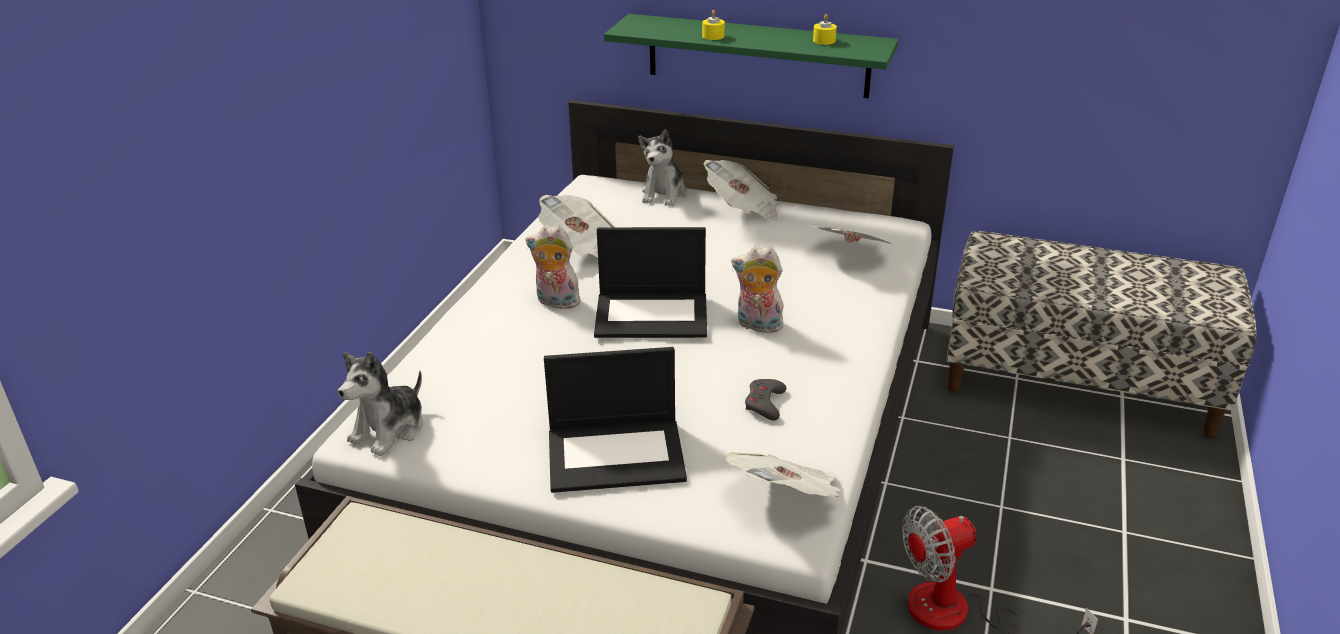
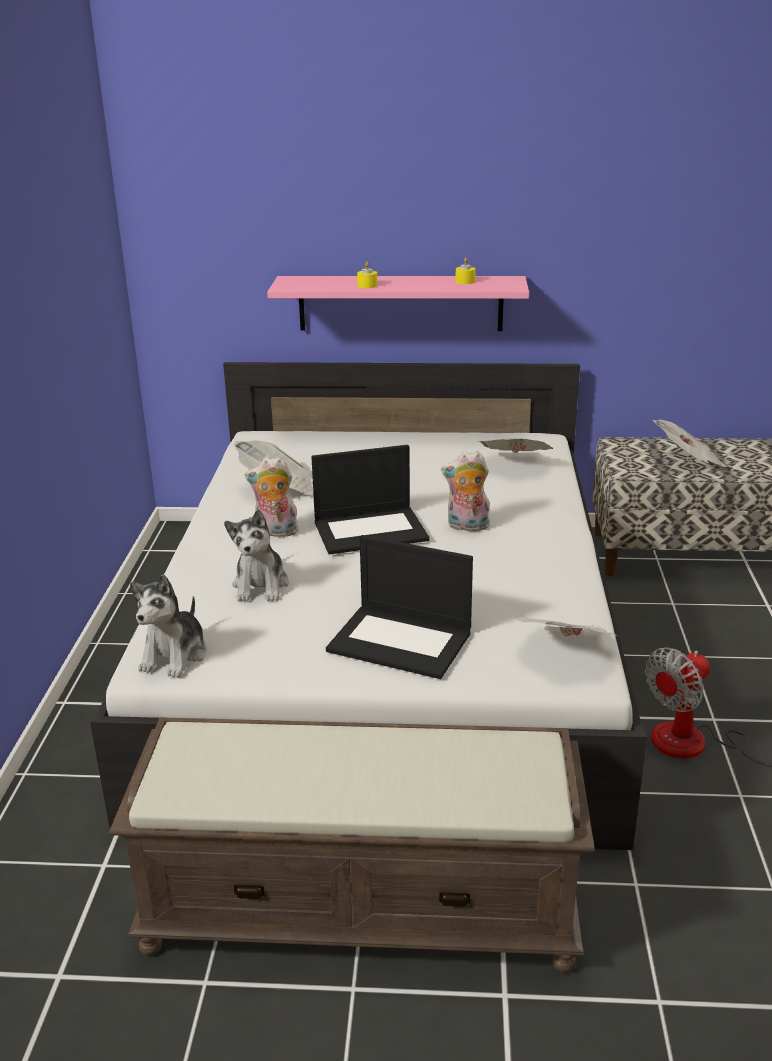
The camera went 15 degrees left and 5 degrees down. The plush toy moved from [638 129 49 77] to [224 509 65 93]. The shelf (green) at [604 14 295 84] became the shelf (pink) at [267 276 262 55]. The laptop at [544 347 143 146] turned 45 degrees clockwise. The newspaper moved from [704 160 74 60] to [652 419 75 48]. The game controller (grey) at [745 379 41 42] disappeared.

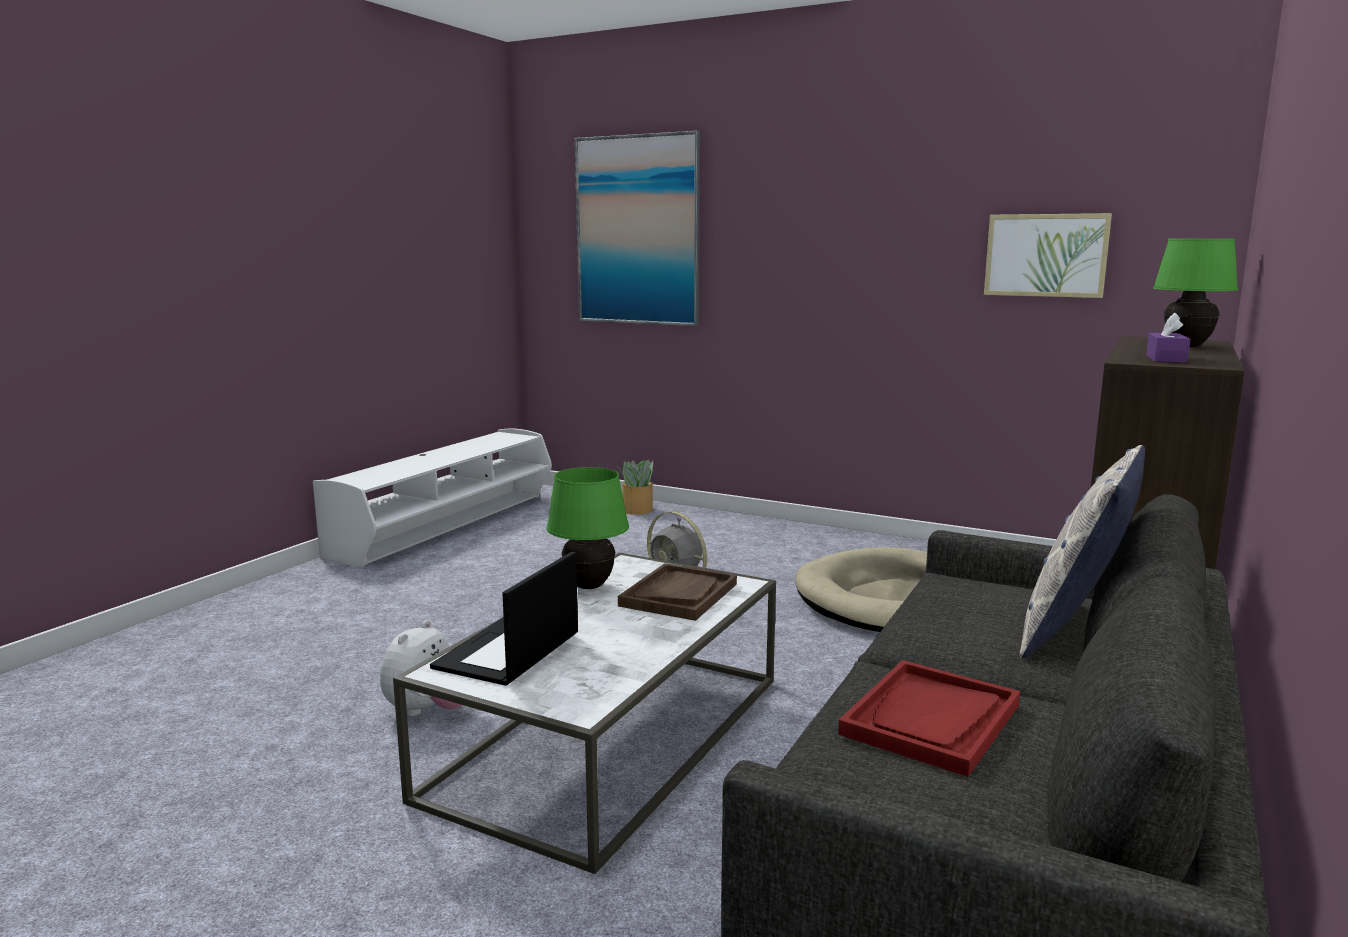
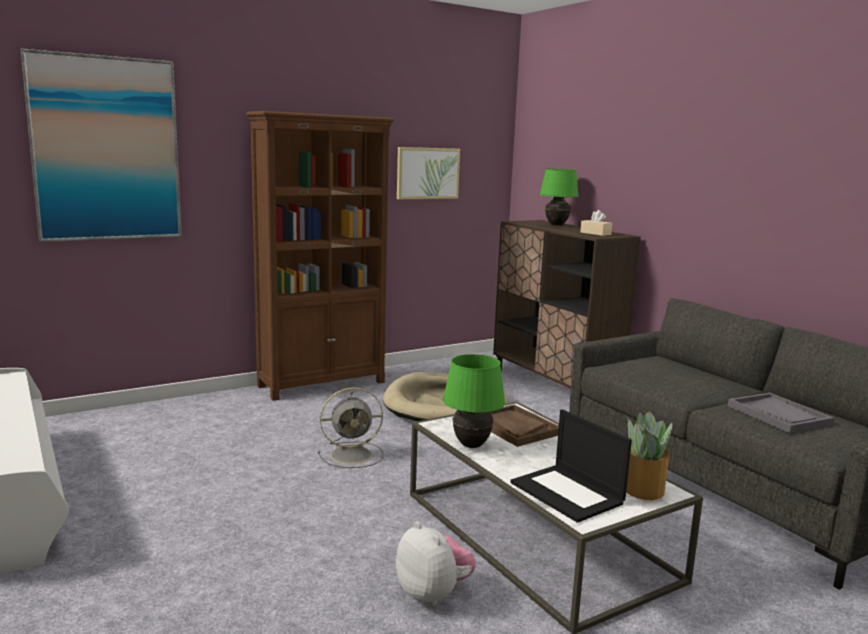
The camera went 60 degrees left and 0 degrees up. The bookcase (brown) at [246 111 148 290] appeared. The tissue box (purple) at [1146 312 45 51] became the tissue box (beige) at [580 210 32 26]. The potted plant moved from [616 460 37 55] to [626 411 46 89]. The tray (red) at [838 660 182 117] became the tray (grey) at [728 393 106 40]. The pillow at [1020 445 125 213] disappeared.

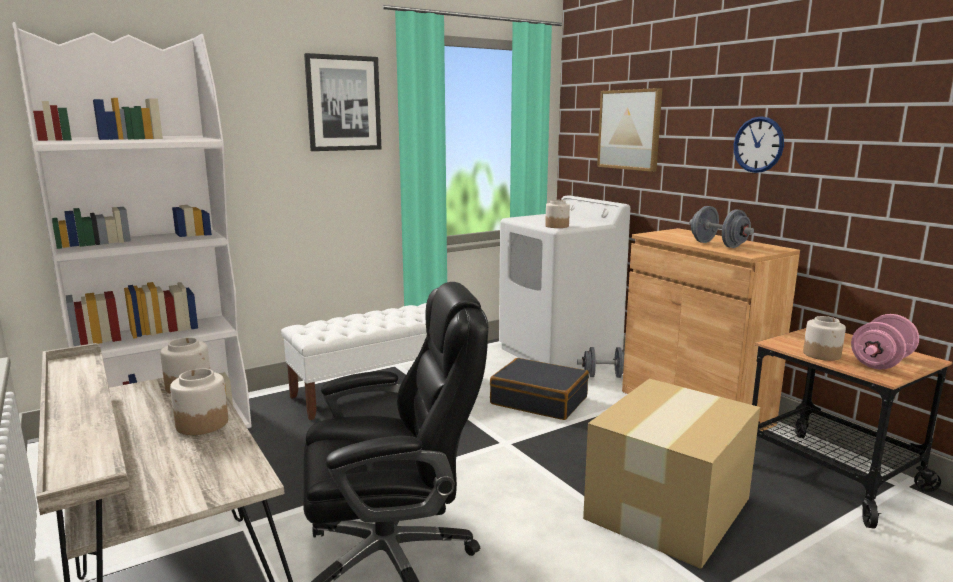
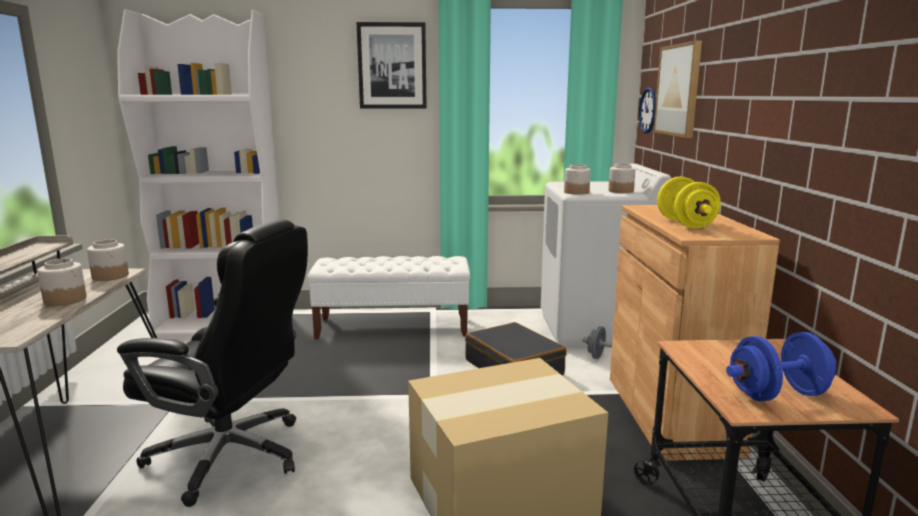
The camera went 30 degrees right and 0 degrees up. The jar moved from [803 316 43 45] to [609 164 26 29]. The wall clock moved from [734 116 50 57] to [639 87 17 47]. The dumbbell (grey) at [689 206 65 42] became the dumbbell (yellow) at [657 176 64 53]. The dumbbell (pink) at [851 314 68 56] became the dumbbell (blue) at [726 332 110 70].

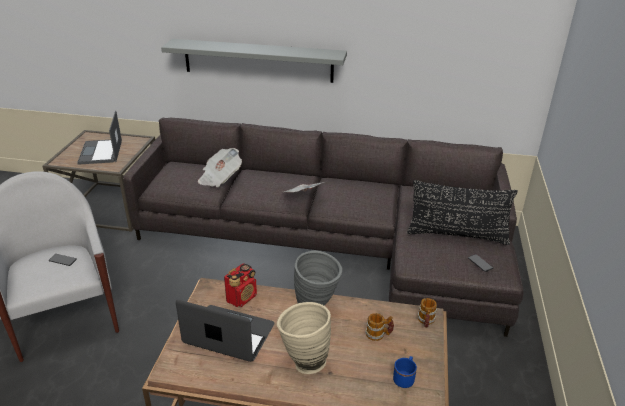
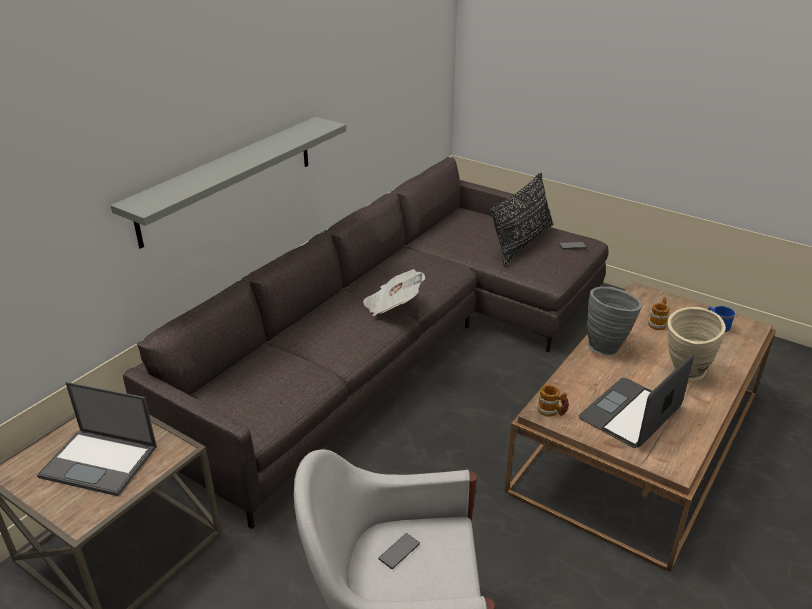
The camera went 65 degrees left and 0 degrees up. The mug moved from [418 298 19 30] to [537 385 32 32]. The newspaper at [198 148 44 39] disappeared. The radio at [224 263 33 44] disappeared.

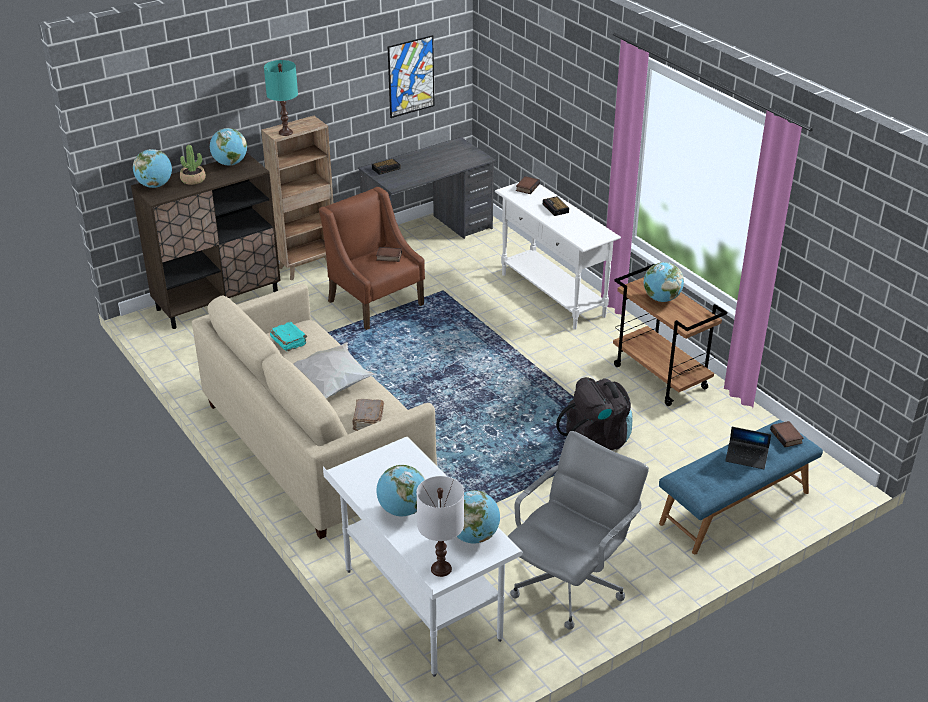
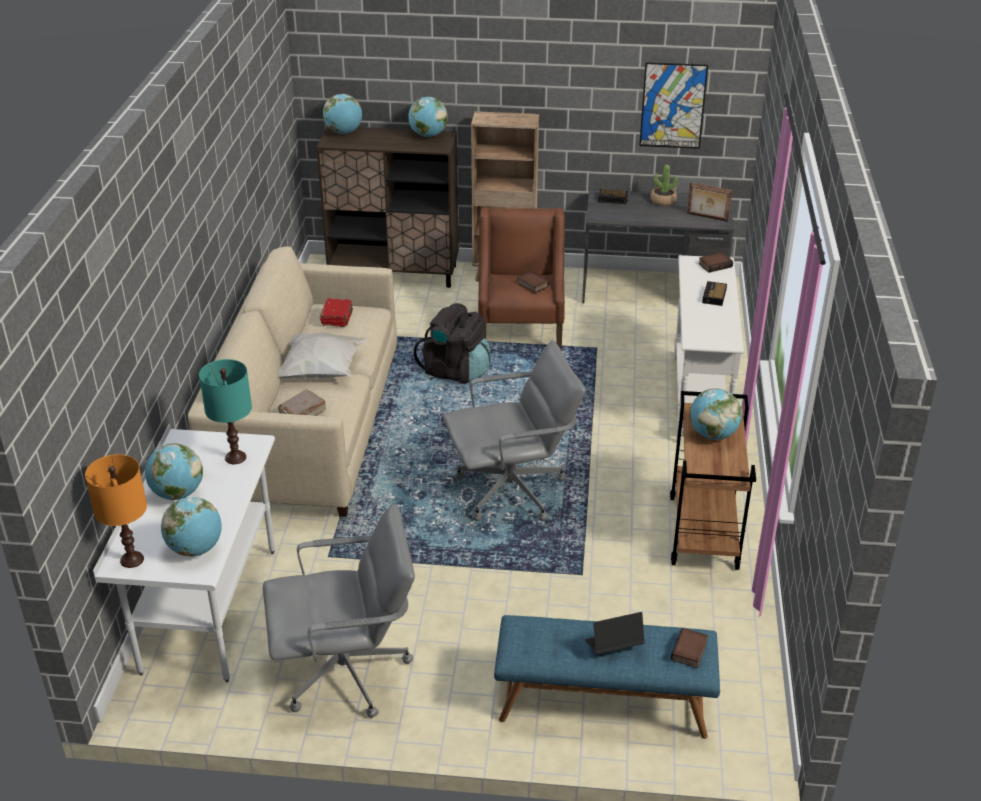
The camera went 40 degrees right and 0 degrees up. The table lamp (white) at [416 476 48 101] became the table lamp (orange) at [85 454 62 114]. The table lamp (turquoise) moved from [264 60 34 76] to [199 359 53 105]. The book (turquoise) at [270 322 37 29] became the book (red) at [320 298 33 29]. The backpack (black) moved from [556 377 77 73] to [414 303 77 81]. The office chair (grey) at [443 340 143 181] appeared. The laptop at [725 427 46 42] turned 105 degrees clockwise. The potted plant moved from [180 145 26 40] to [650 164 28 42]. The picture frame at [687 182 45 40] appeared.

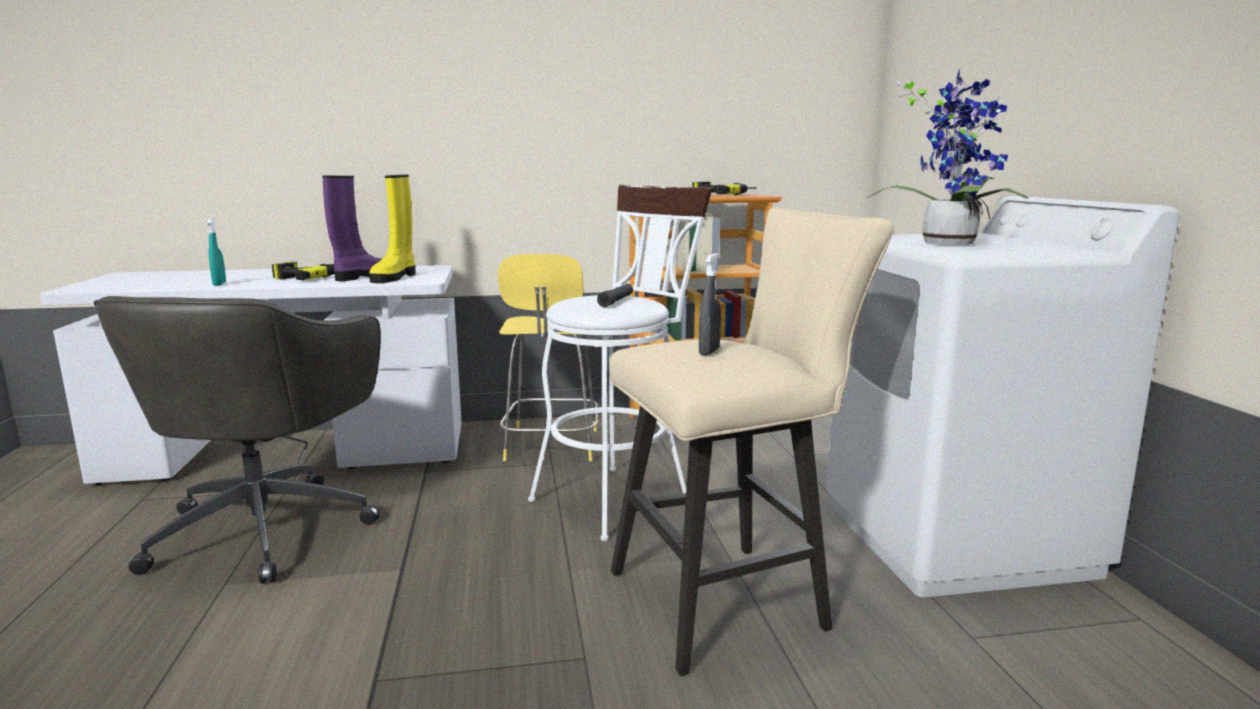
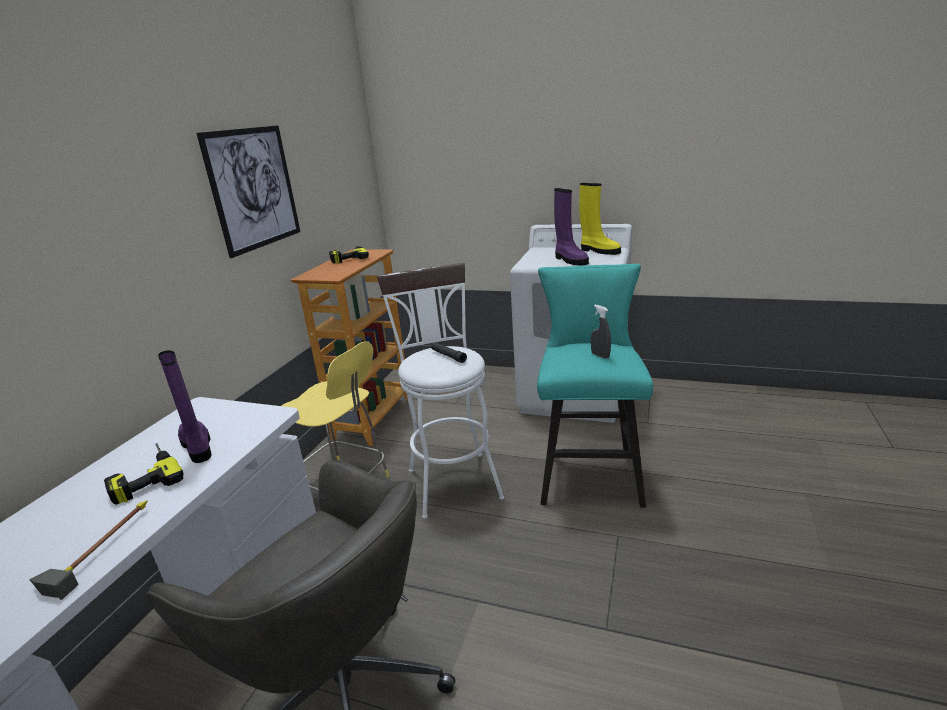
The camera went 60 degrees left and 10 degrees up. The spray bottle (turquoise) at [207 218 19 68] was replaced by the hammer at [29 500 119 100]. The picture at [196 125 104 133] appeared. The stool (beige) at [609 208 285 468] became the stool (turquoise) at [537 264 116 244]. The potted plant at [868 69 161 176] was replaced by the boot (purple) at [554 188 35 78]. The boot (yellow) moved from [369 175 46 108] to [579 183 42 72].

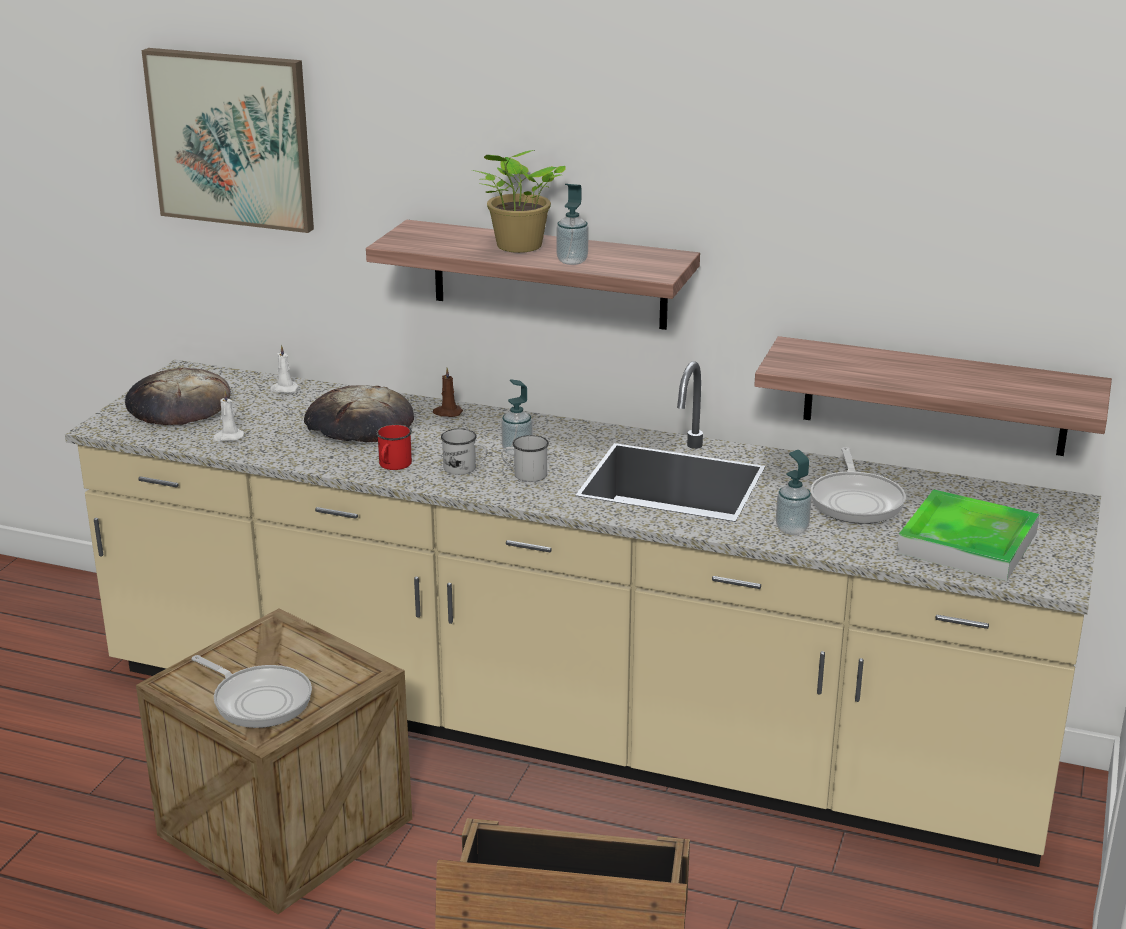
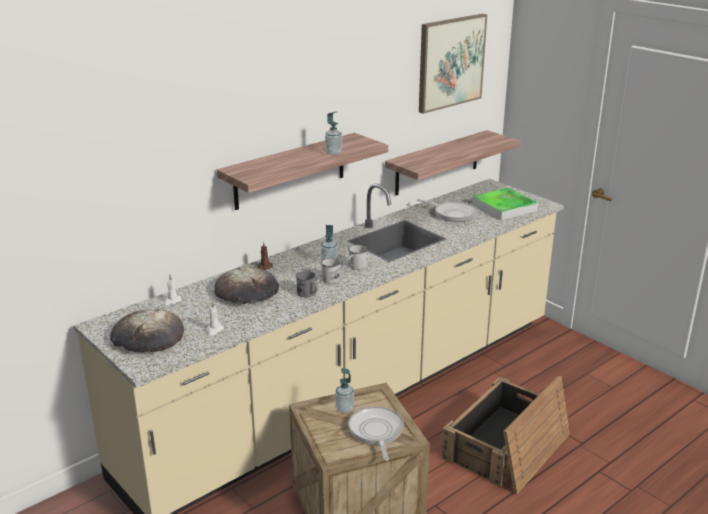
The camera went 60 degrees left and 0 degrees up. The mug (red) at [376 424 36 46] became the mug (grey) at [296 271 21 26]. The soap dispenser moved from [776 450 36 85] to [335 368 19 45]. The frying pan at [192 655 120 73] turned 75 degrees counterclockwise. The picture moved from [142 48 172 185] to [419 14 68 100]. The potted plant at [472 150 94 103] disappeared.

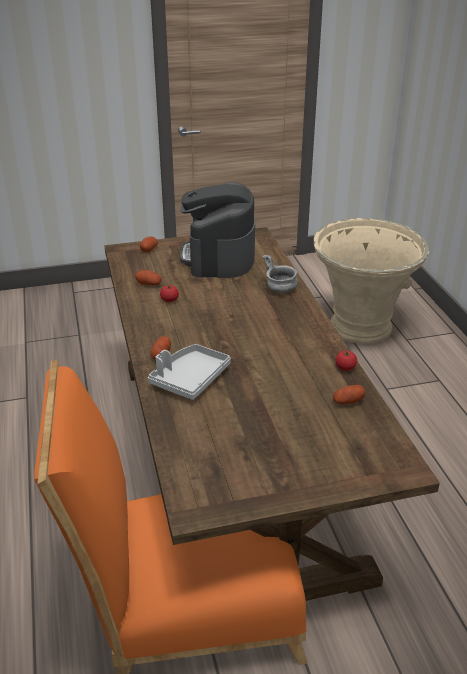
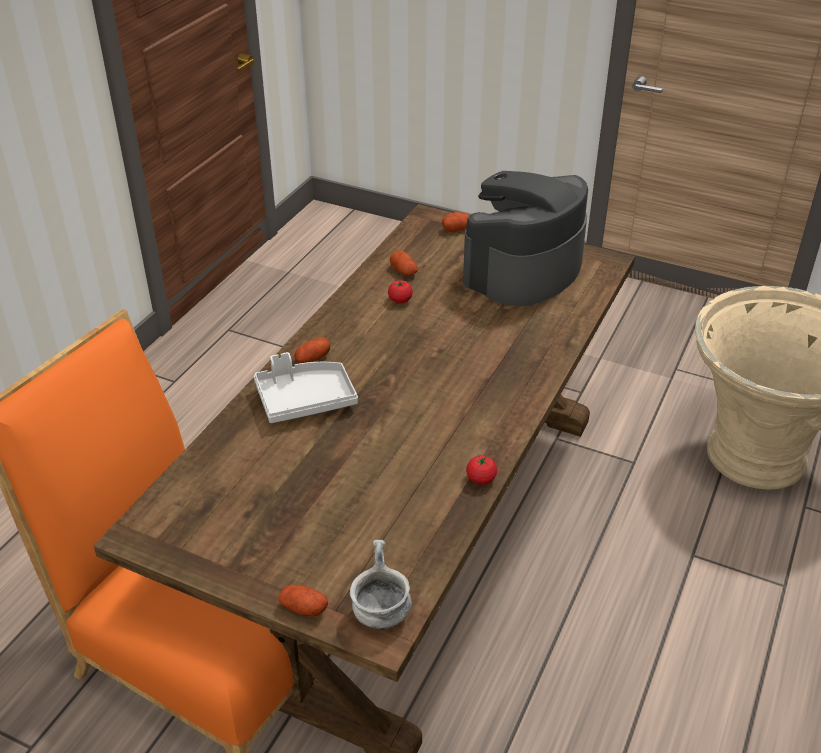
The camera went 40 degrees right and 5 degrees up. The potato moved from [333 385 33 19] to [278 584 50 33]. The bowl (grey) moved from [263 255 35 38] to [350 540 62 89].

